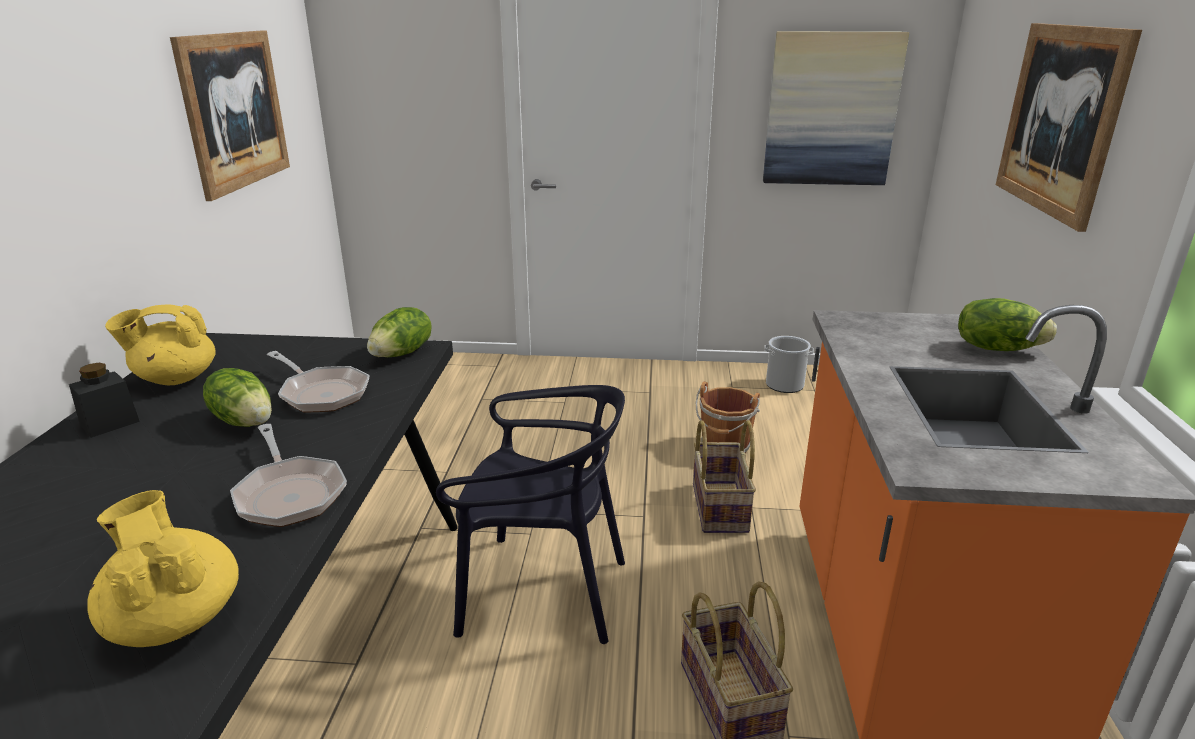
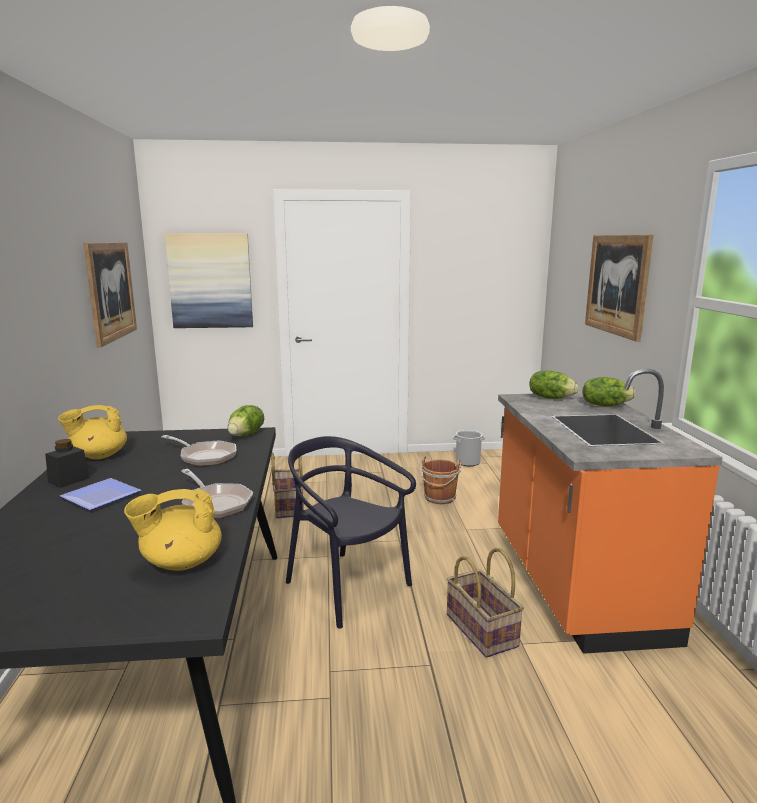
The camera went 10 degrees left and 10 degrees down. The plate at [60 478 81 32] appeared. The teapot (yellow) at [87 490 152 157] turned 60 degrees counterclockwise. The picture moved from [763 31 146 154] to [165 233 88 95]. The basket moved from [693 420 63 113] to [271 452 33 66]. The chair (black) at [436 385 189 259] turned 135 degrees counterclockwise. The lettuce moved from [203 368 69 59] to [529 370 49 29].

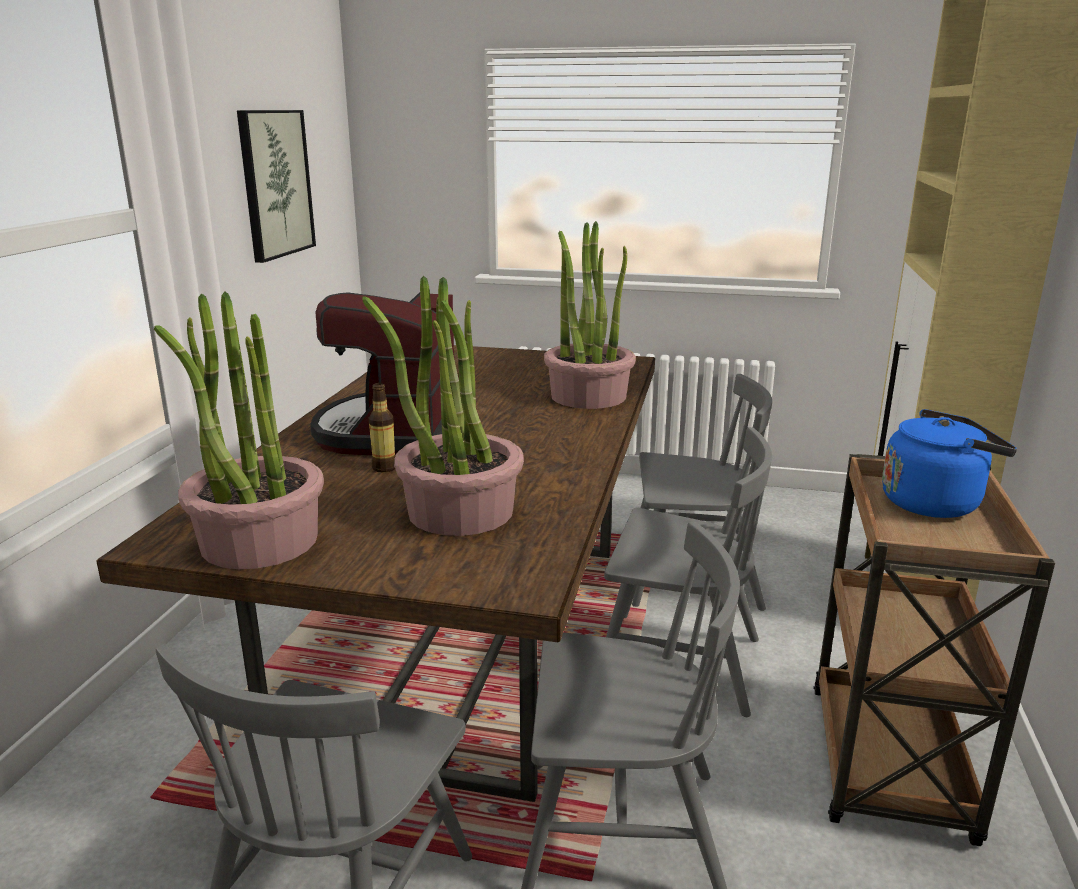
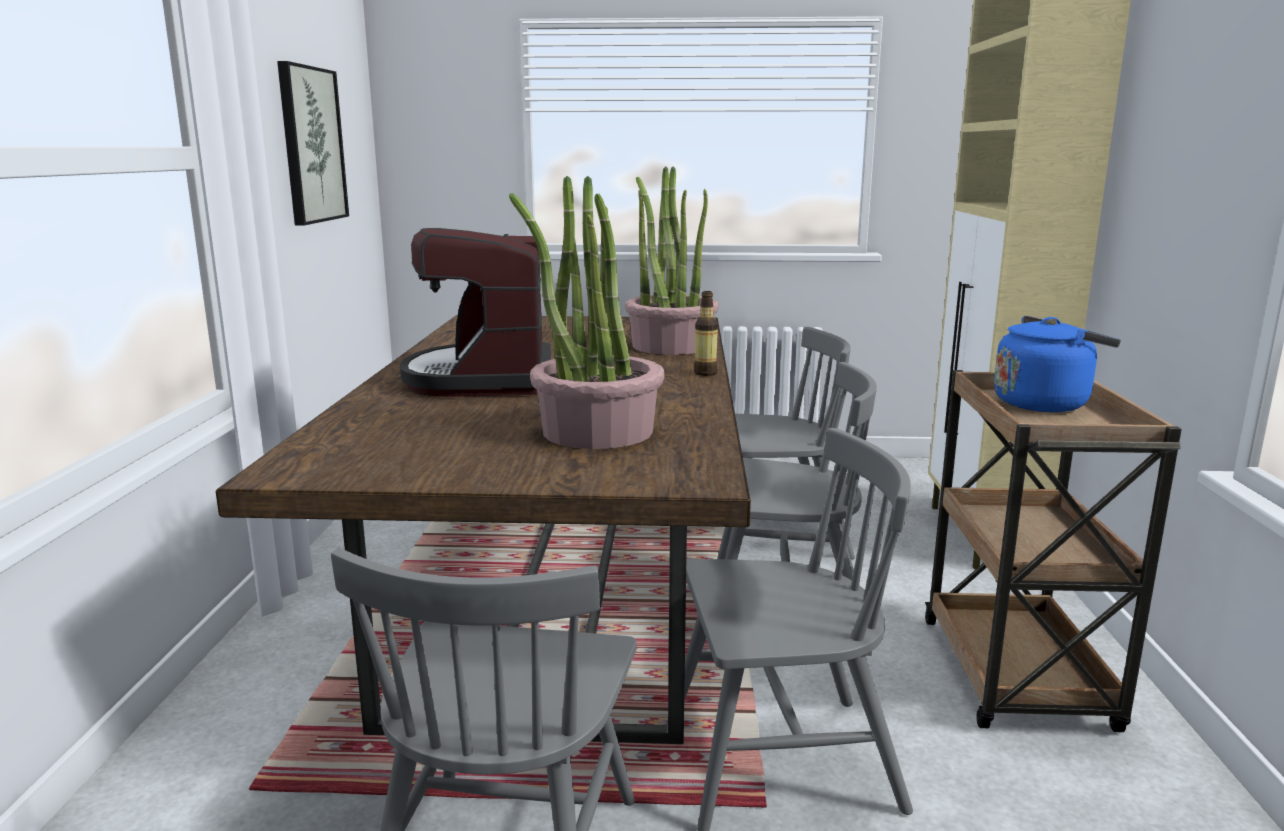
The camera went 10 degrees left and 5 degrees down. The bottle moved from [369 383 27 89] to [694 291 24 85]. The potted plant at [154 292 170 277] disappeared.

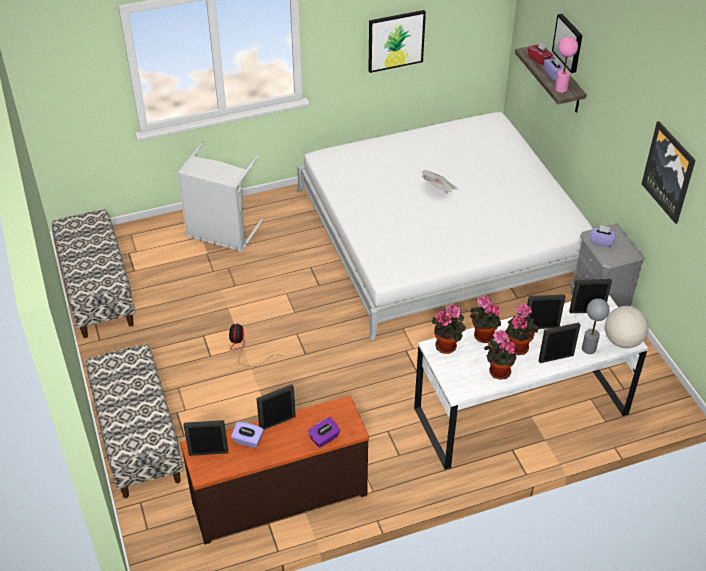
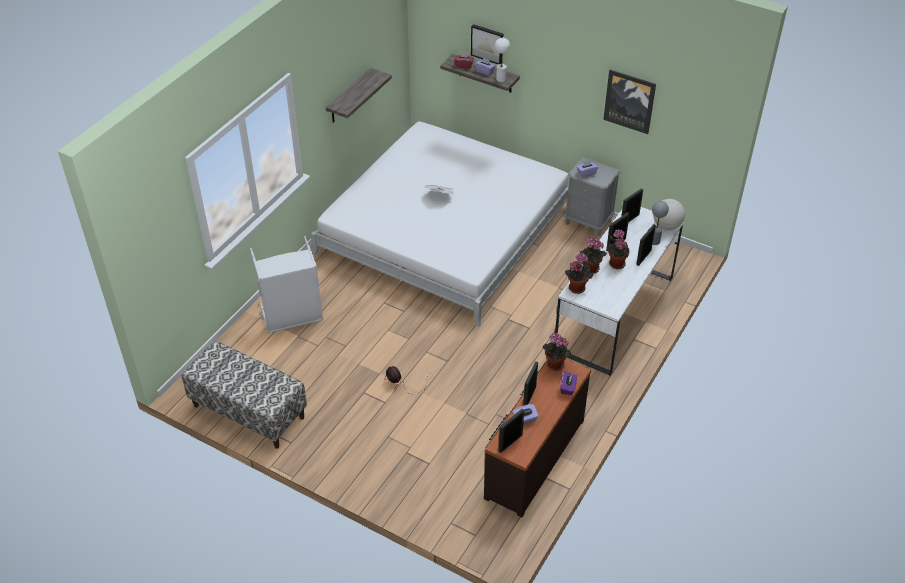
The camera went 40 degrees left and 0 degrees up. The picture at [368 10 58 63] was replaced by the shelf at [326 68 66 55]. The table lamp (pink) at [555 37 23 56] became the table lamp (white) at [495 38 15 44]. The potted plant moved from [484 330 32 49] to [543 333 28 38]. The bench at [86 344 97 154] disappeared.

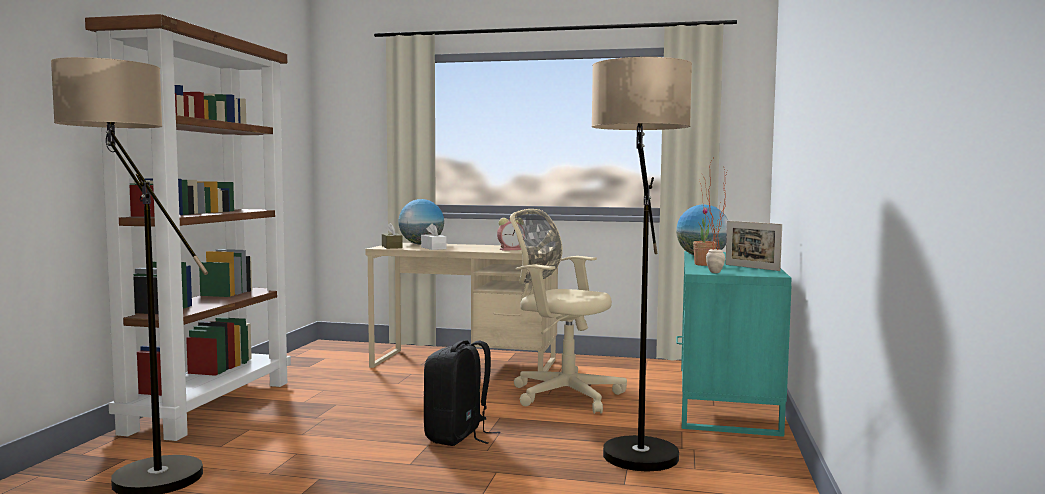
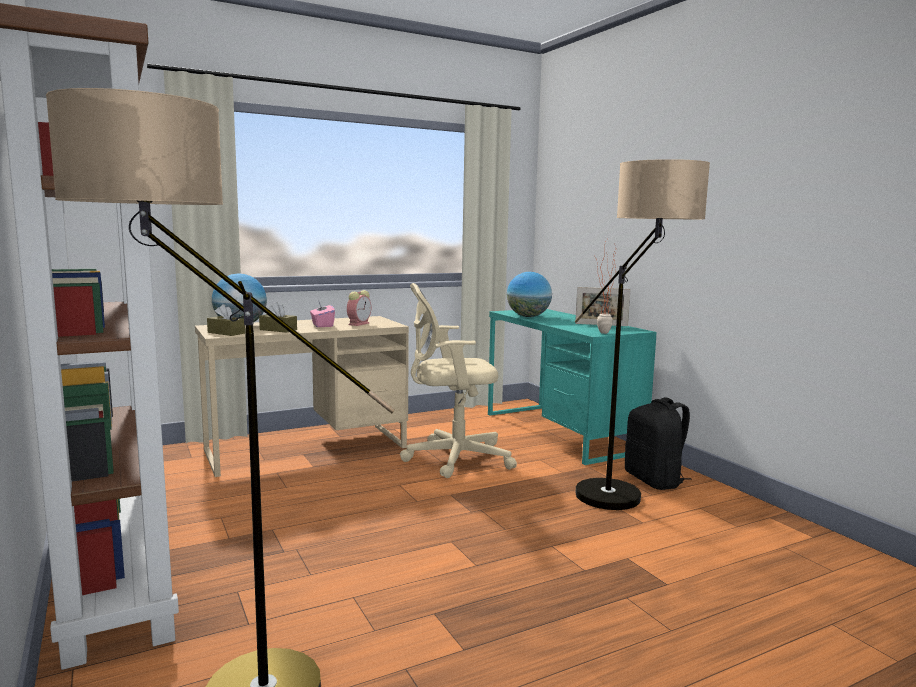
The camera went 40 degrees left and 5 degrees up. The tissue box (white) at [421 223 25 27] became the tissue box (brown) at [259 302 38 31]. The tissue box (pink) at [310 300 25 27] appeared. The backpack (black) moved from [424 340 77 106] to [625 397 67 93]. The potted plant at [693 207 24 59] disappeared.

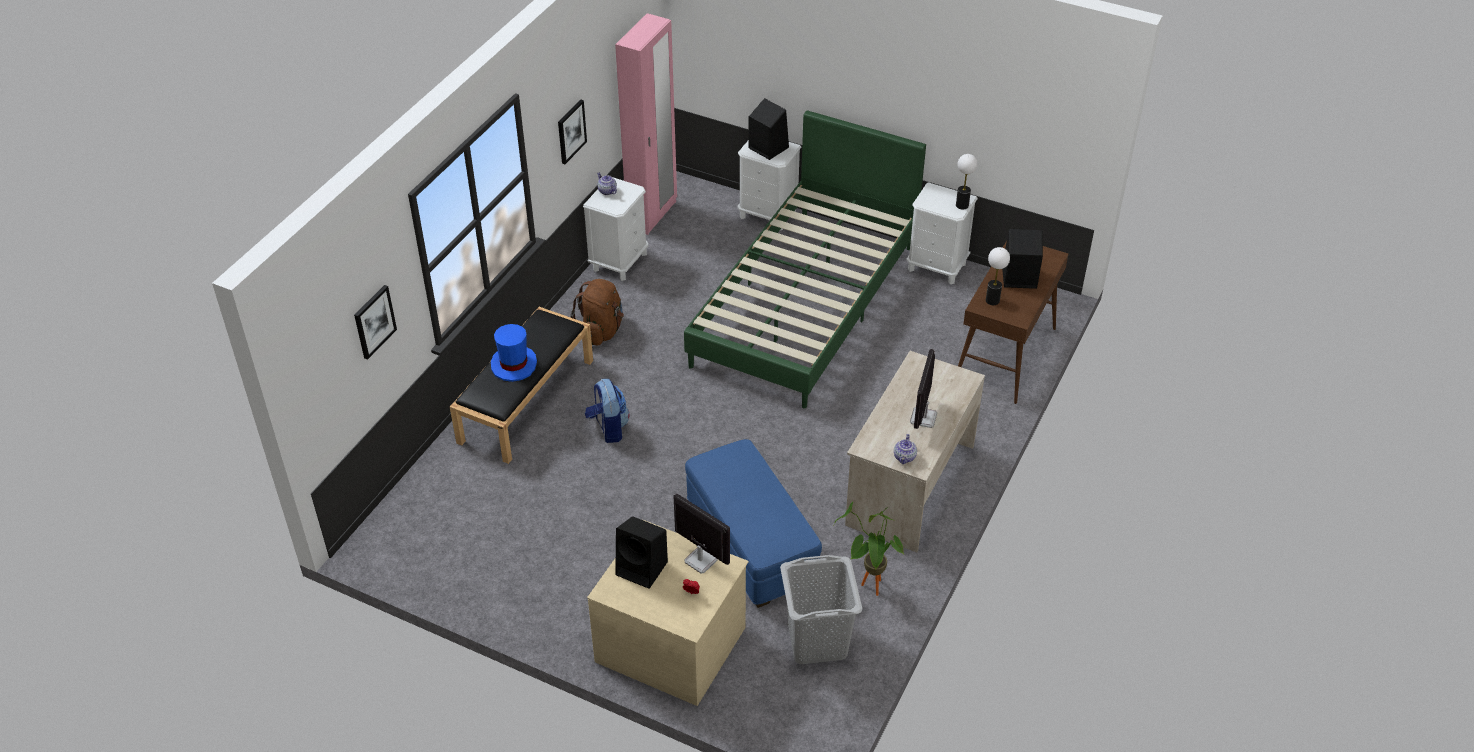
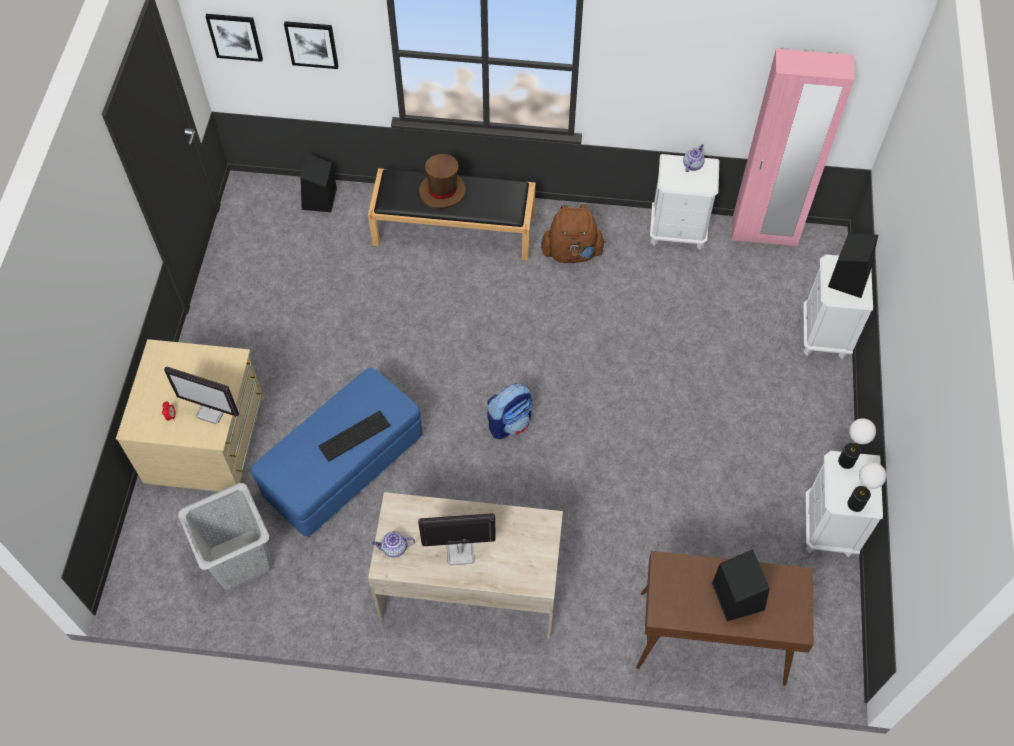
The camera went 70 degrees right and 15 degrees up. The monitor at [673 493 57 80] turned 90 degrees clockwise. The picture moved from [558 99 29 65] to [205 14 58 48]. The speaker (black) moved from [615 516 53 73] to [301 154 36 58]. The keyboard at [318 410 73 52] appeared. The hat (blue) at [491 324 46 58] became the hat (brown) at [419 154 47 55]. The backpack moved from [585 379 44 64] to [487 383 45 56]. The table lamp moved from [986 247 24 58] to [838 418 38 51]. The bed (green) at [684 110 242 298] disappeared. The potted plant at [834 502 70 94] disappeared.

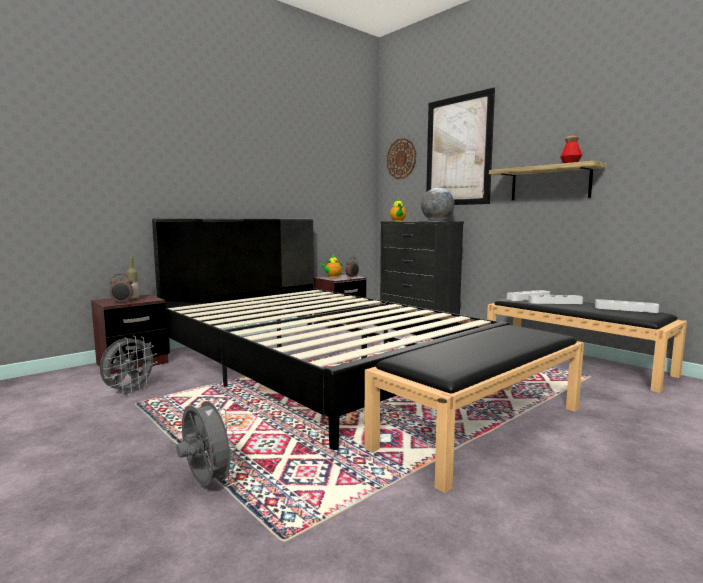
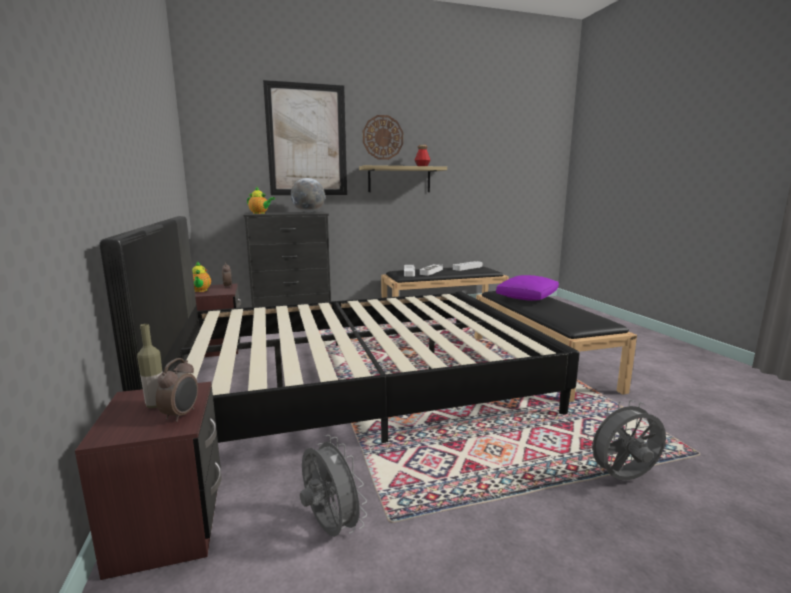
The camera went 65 degrees left and 5 degrees up. The wall clock moved from [387 138 29 41] to [363 115 40 45]. The pillow (purple) at [496 275 63 26] appeared.

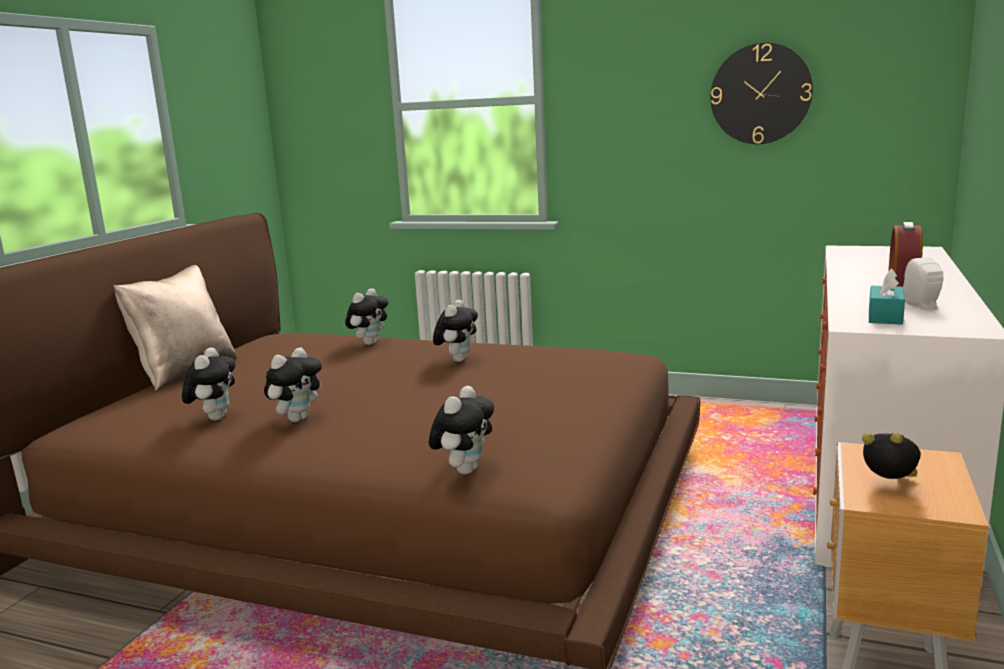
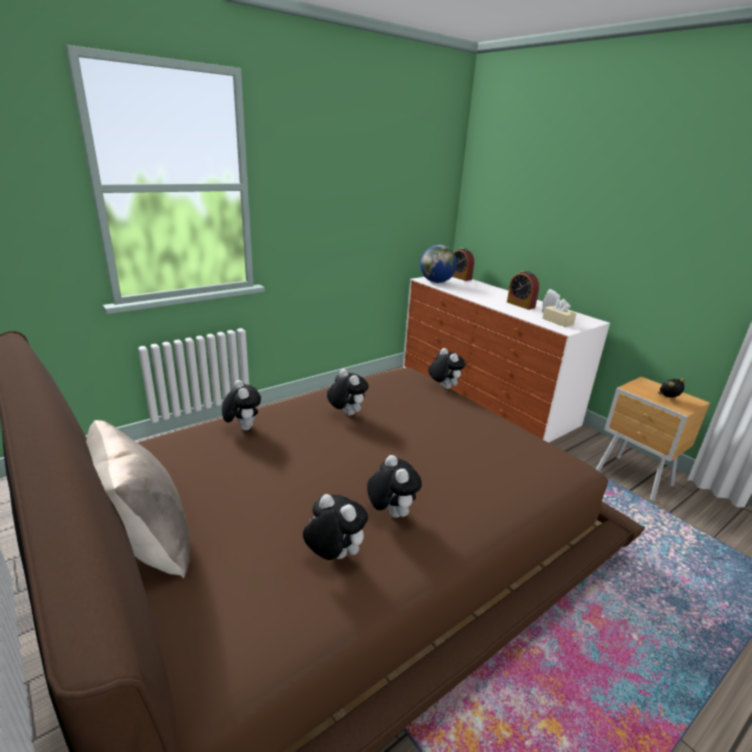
The camera went 60 degrees left and 10 degrees up. The globe at [420 245 37 38] appeared. The plush toy moved from [429 386 65 89] to [428 348 38 41]. The alarm clock at [452 248 22 33] appeared. The tissue box (turquoise) at [869 268 36 57] became the tissue box (beige) at [542 299 34 28]. The wall clock at [711 42 102 102] disappeared.

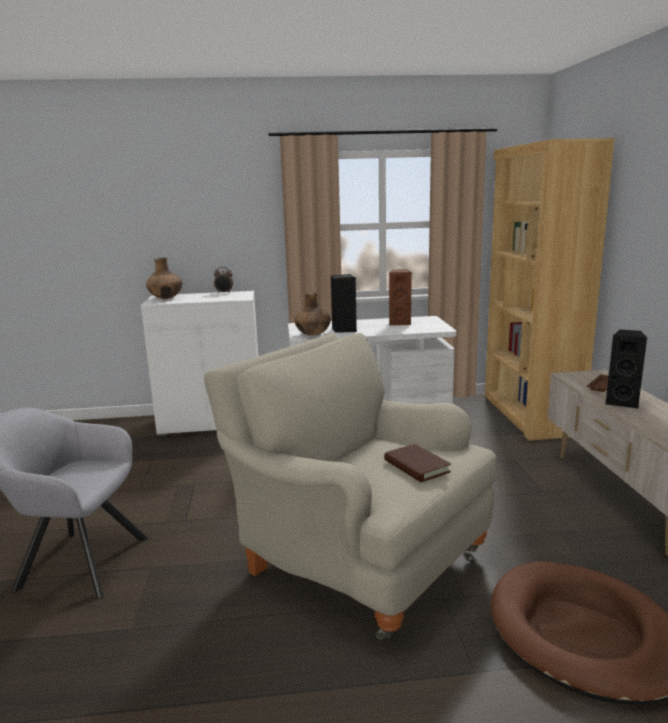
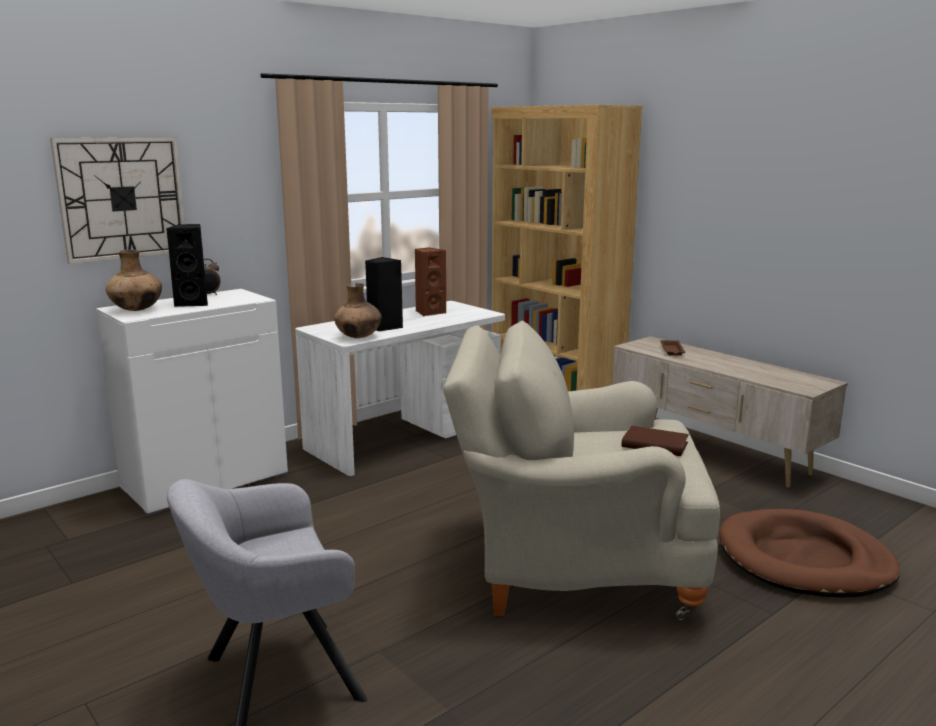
The camera went 35 degrees left and 0 degrees up. The wall clock at [50 137 135 127] appeared. The speaker (black) moved from [605 329 42 80] to [166 224 42 83].

